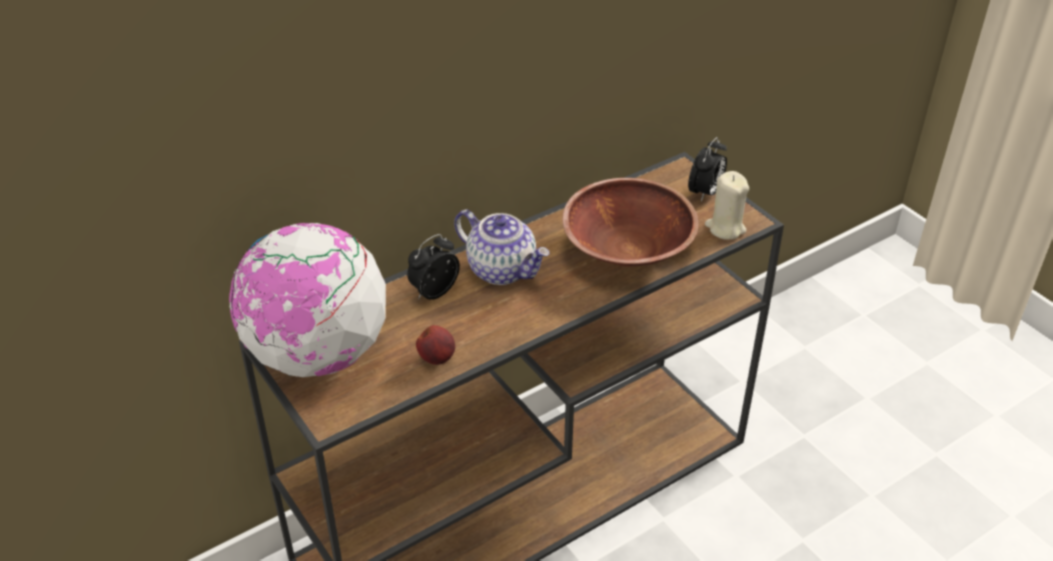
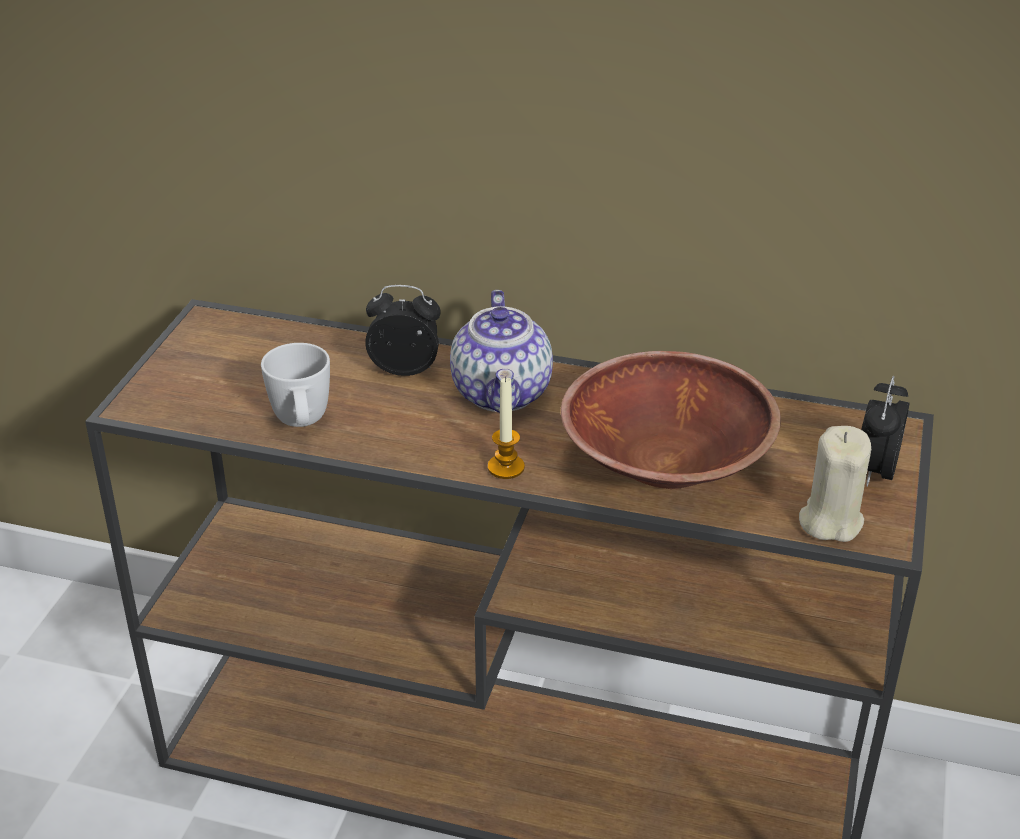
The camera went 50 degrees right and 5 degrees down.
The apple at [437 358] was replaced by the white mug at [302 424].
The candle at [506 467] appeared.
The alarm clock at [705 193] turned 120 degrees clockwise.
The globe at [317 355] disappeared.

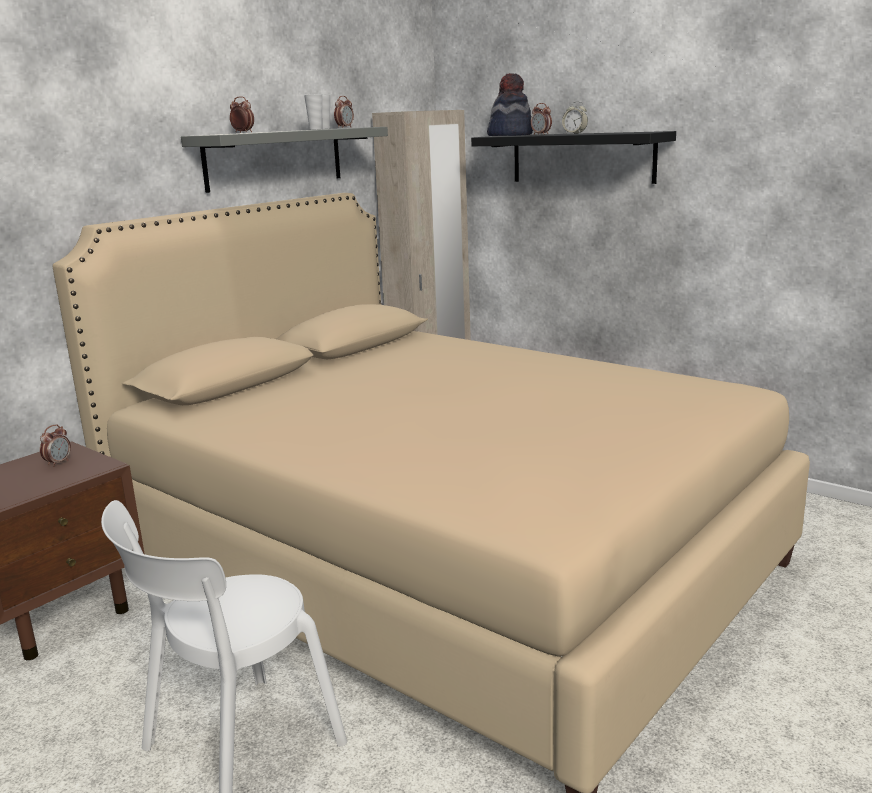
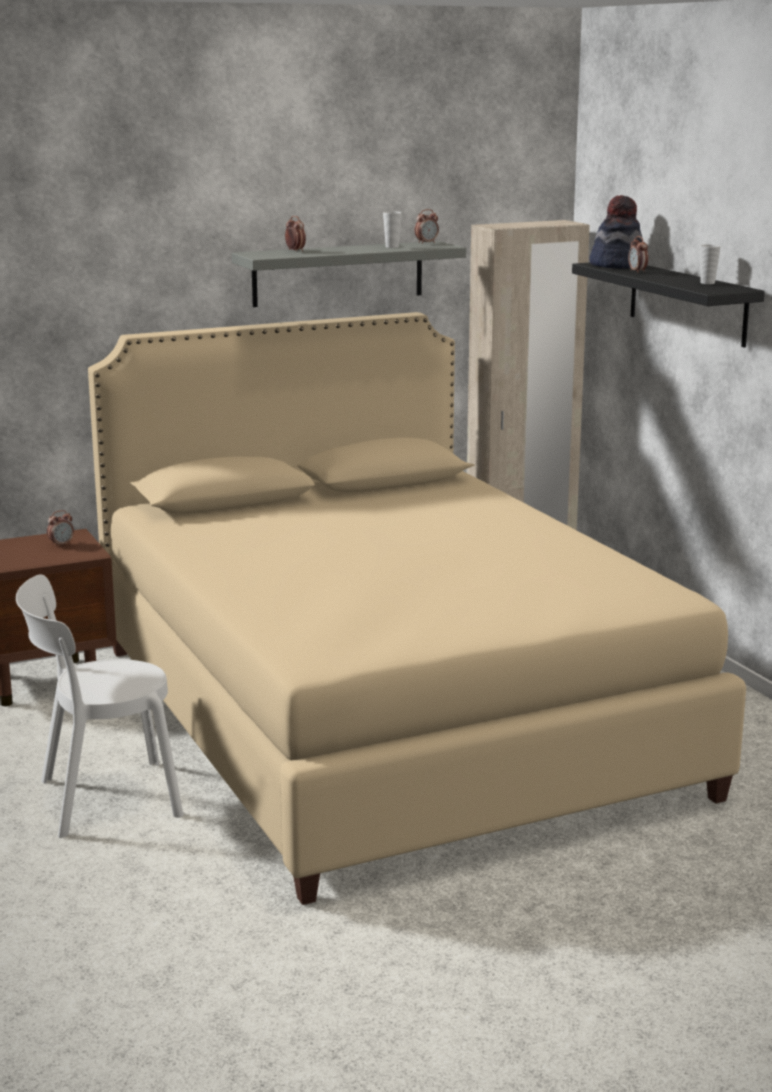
The camera went 25 degrees right and 0 degrees up.
The cup moved from [316 129] to [707 283].
The alarm clock at [574 133] disappeared.

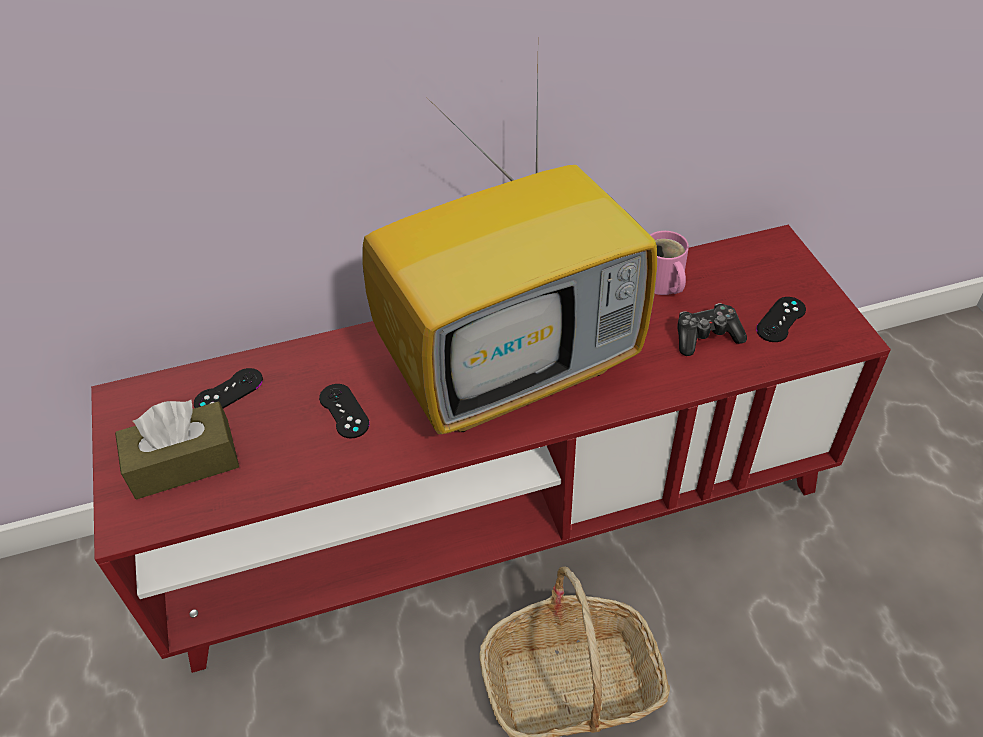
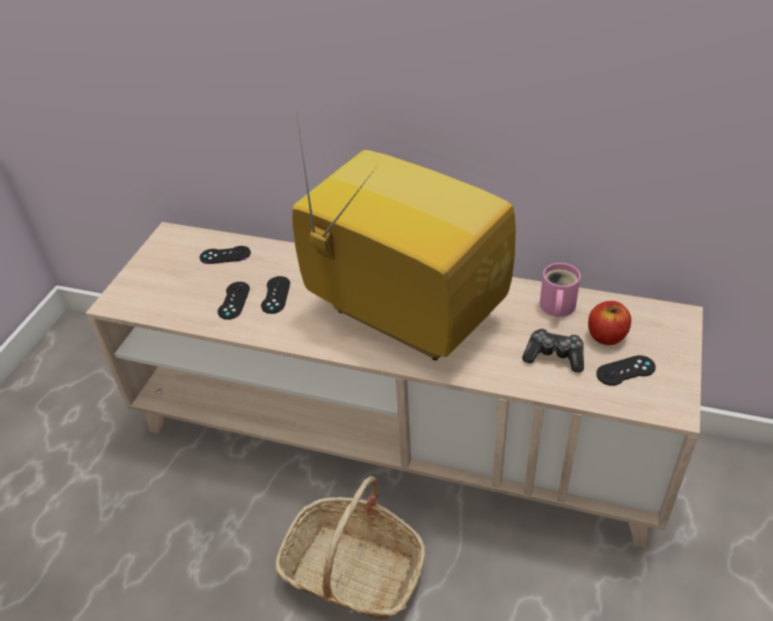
The camera went 35 degrees right and 5 degrees down.
The red tv stand at [497 512] became the beige tv stand at [395 435].
The black game controller at [234 300] appeared.
The television at [513 366] turned 150 degrees counterclockwise.
The apple at [606 336] appeared.
The brown tissue box at [184 463] disappeared.

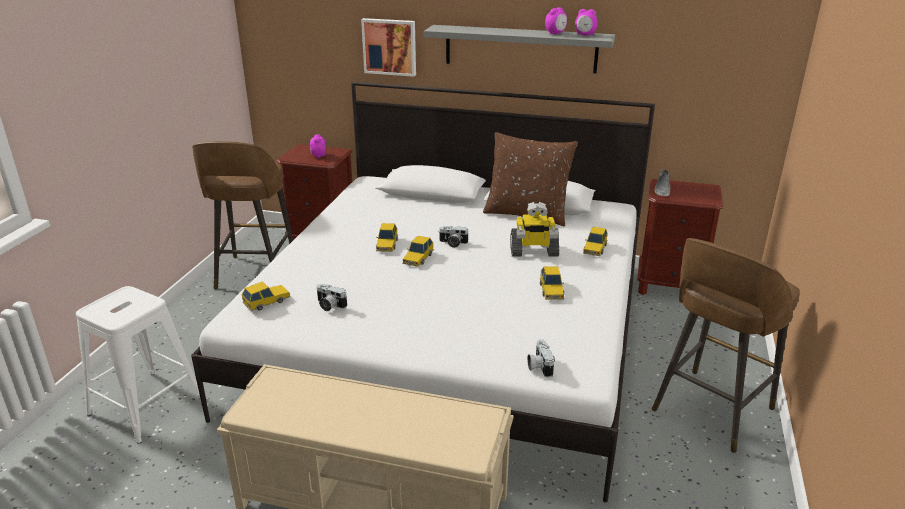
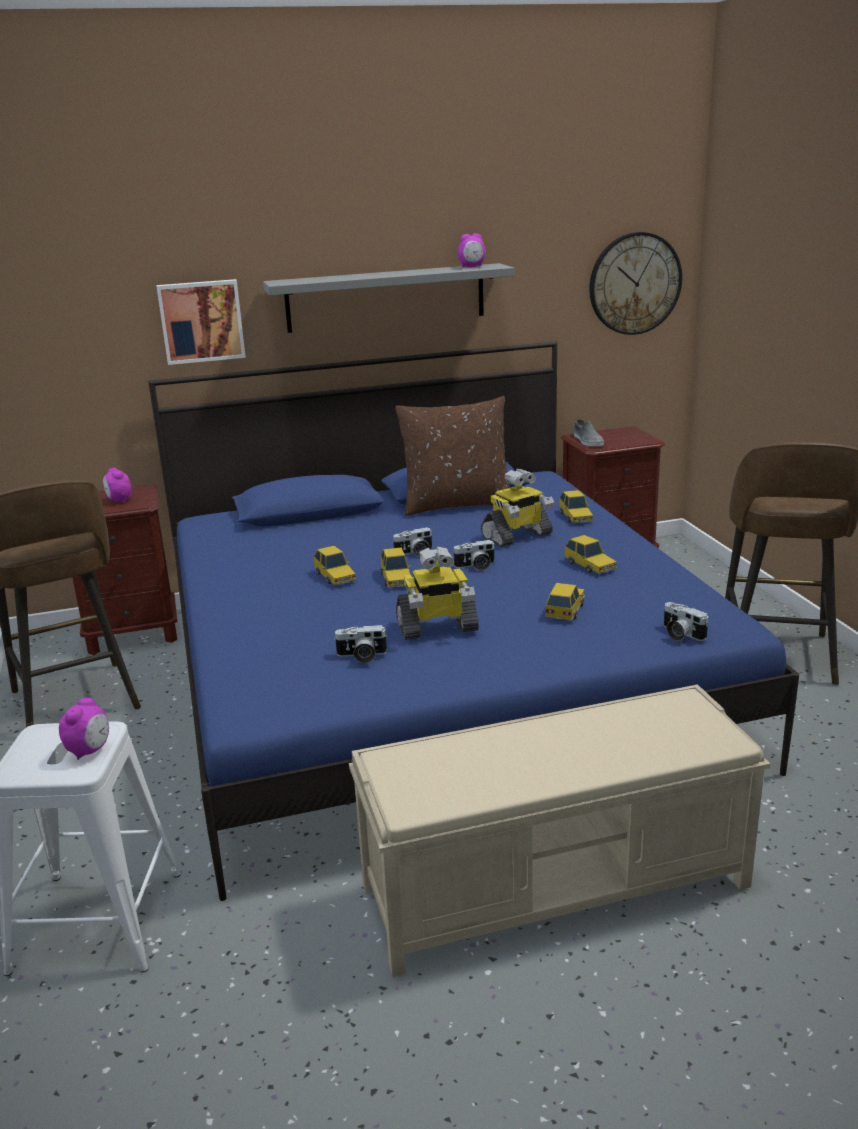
The camera went 30 degrees left and 5 degrees down.
The alarm clock moved from [555 33] to [89 750].
The white bed at [453 333] became the blue bed at [434 679].
The toy robot at [437 628] appeared.
The photo camera at [475 566] appeared.
The toy car moved from [267 302] to [565 609].
The wall clock at [634 283] appeared.

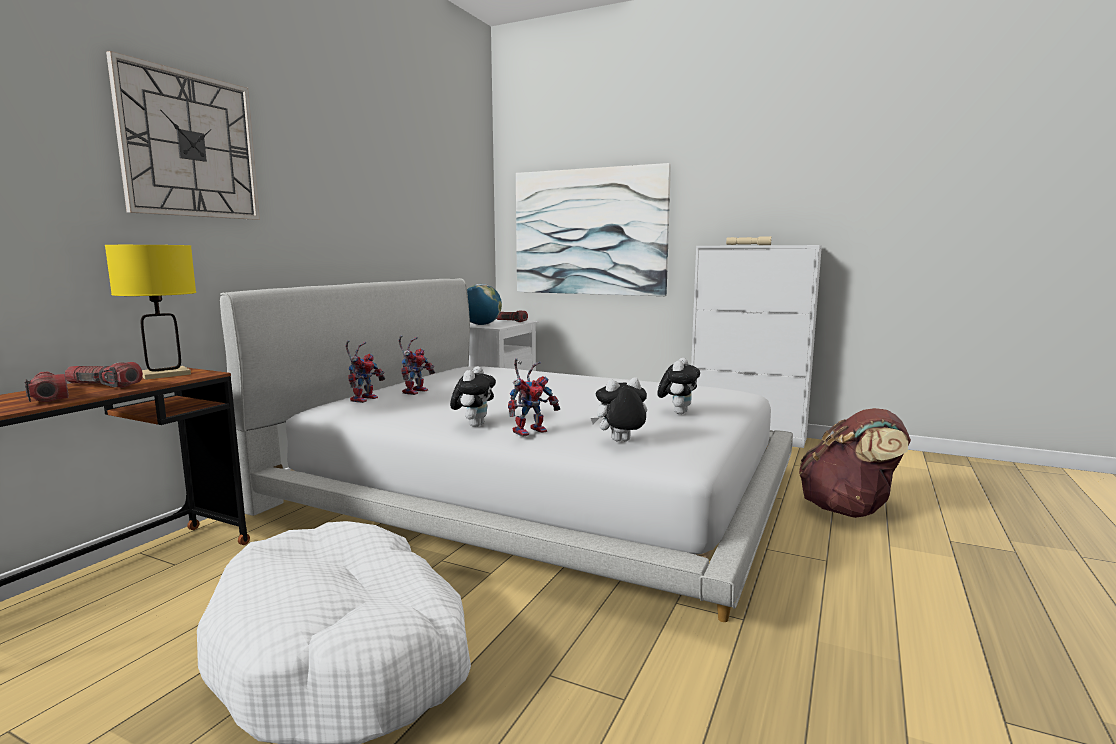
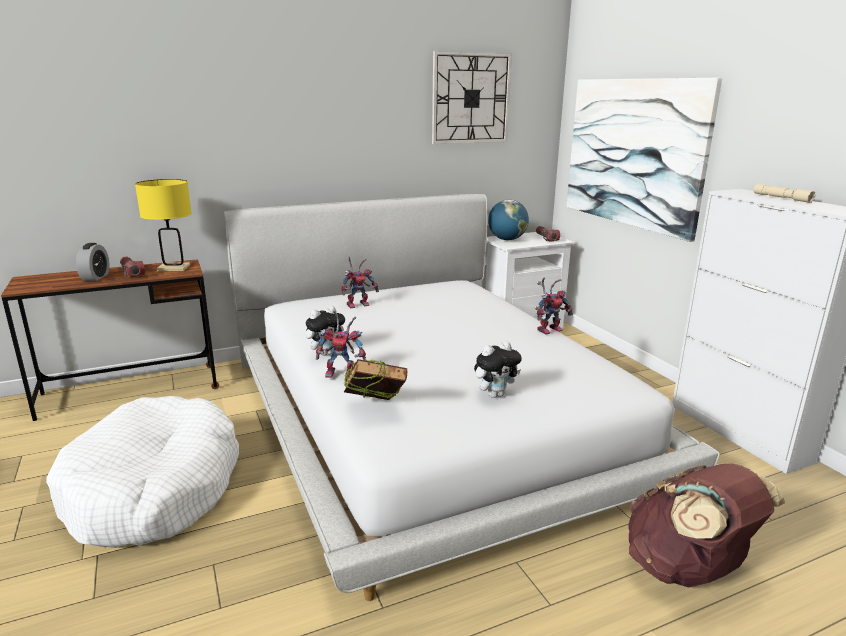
The camera went 40 degrees right and 10 degrees up.
The flashlight at [48 396] was replaced by the alarm clock at [95 277].
The plush toy at [620 442] was replaced by the book at [375 410].
The wall clock moved from [189 145] to [471 98].
The toy robot moved from [364 399] to [550 329].

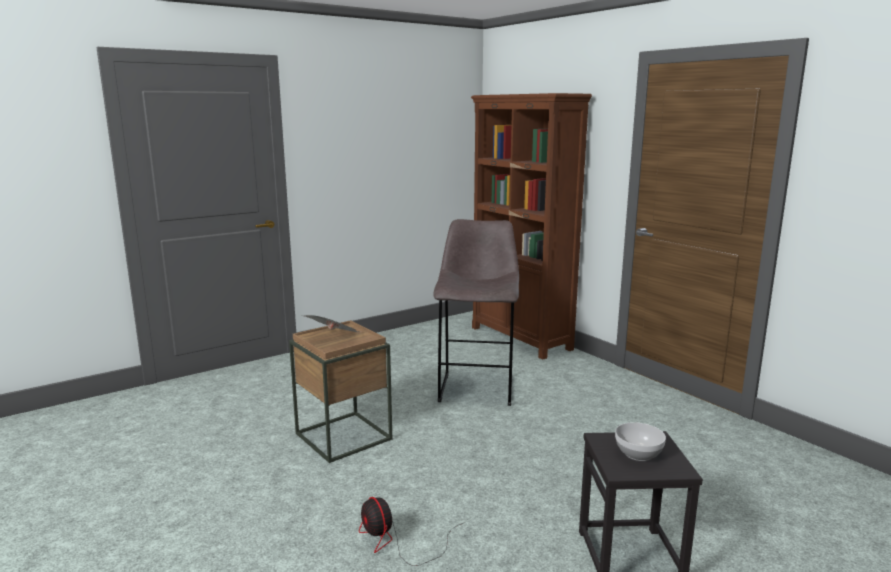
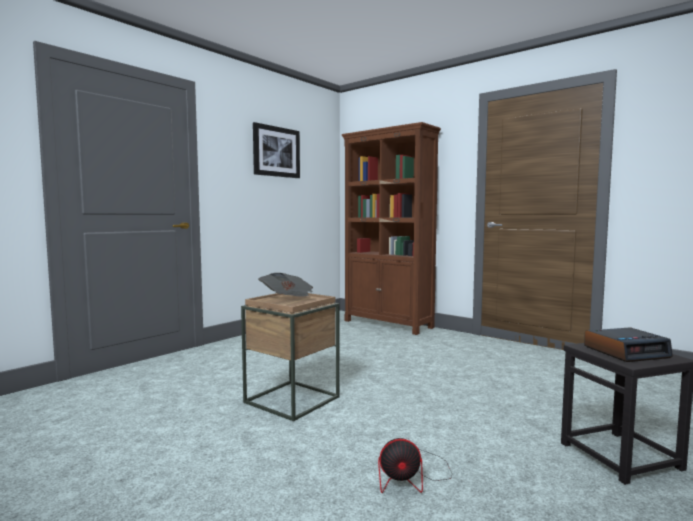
The camera went 15 degrees left and 10 degrees down.
The picture at [276 152] appeared.
The fan at [396 542] turned 45 degrees counterclockwise.
The bowl at [638 453] was replaced by the alarm clock at [626 352].
The grey stool at [477 388] disappeared.

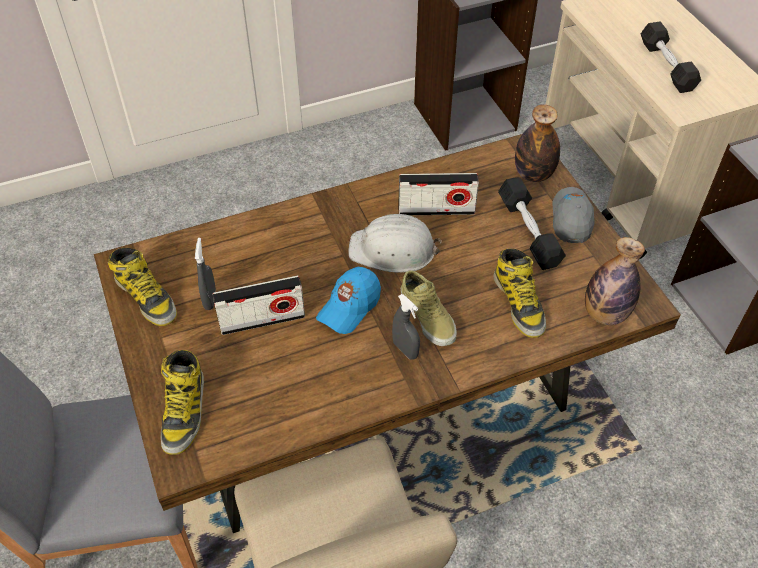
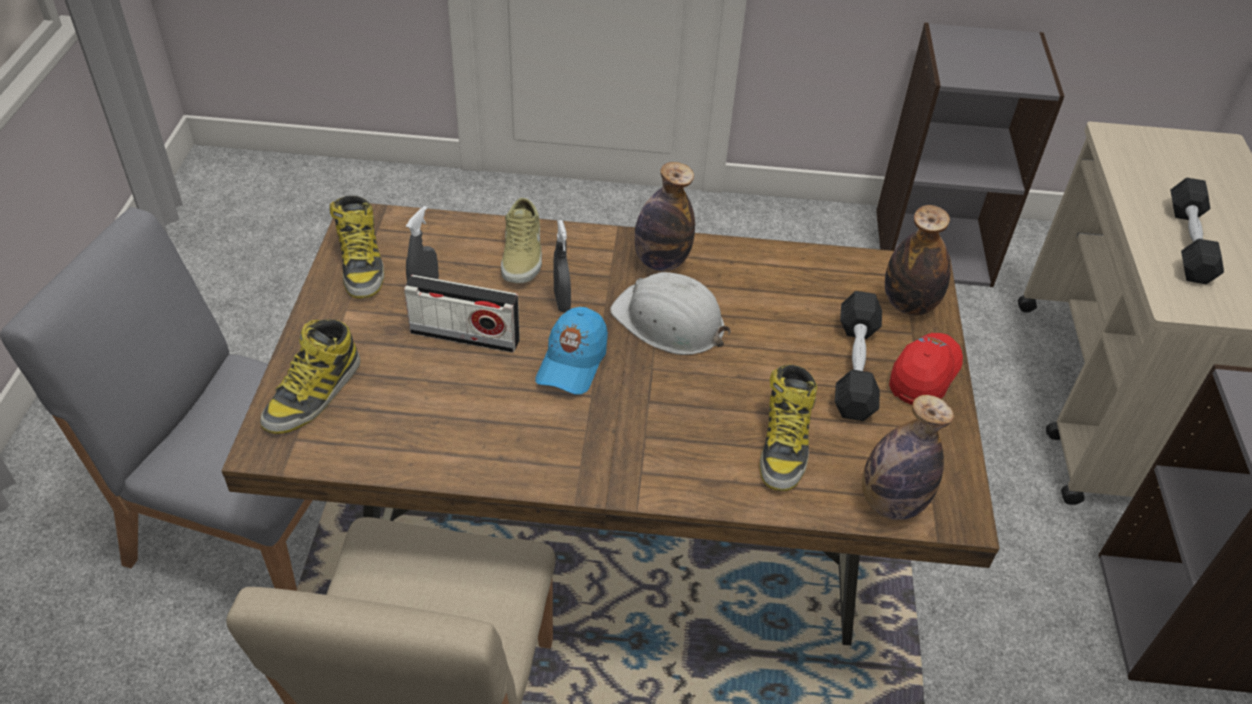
The camera went 25 degrees right and 5 degrees down.
The beige shoe moved from [429 315] to [523 254].
The blue cap at [349 307] turned 45 degrees counterclockwise.
The grey spray bottle moved from [405 350] to [562 301].
The bottle at [661 261] appeared.
The grey cap at [571 219] became the red cap at [924 374].
The radio at [436 209] disappeared.

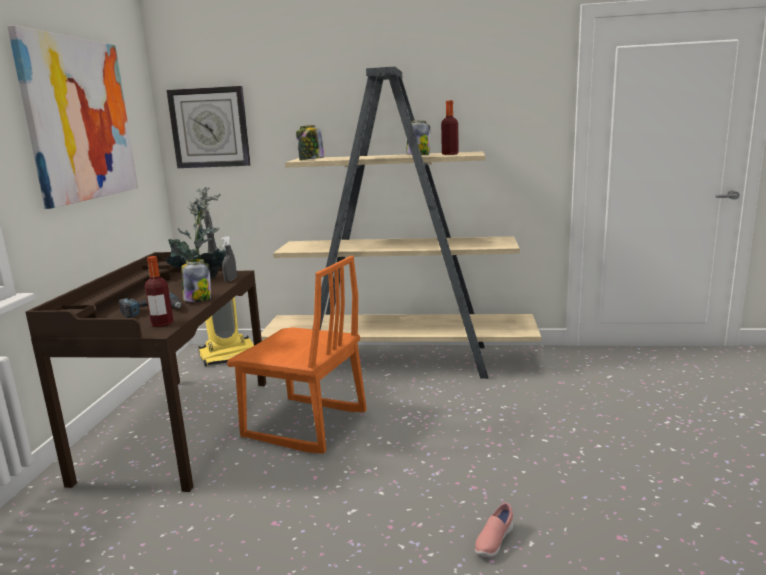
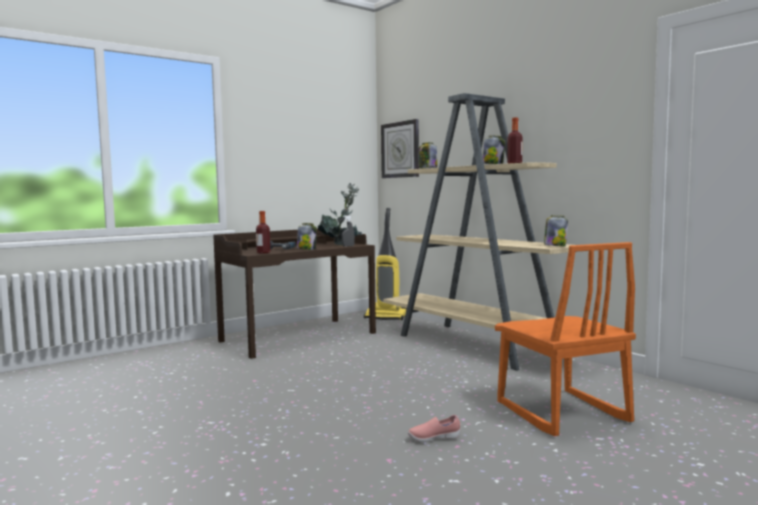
The camera went 45 degrees right and 10 degrees down.
The pink shoe moved from [493 542] to [433 438].
The orange chair moved from [304 425] to [560 413].
The jar at [555 246] appeared.
The picture at [79 120] disappeared.

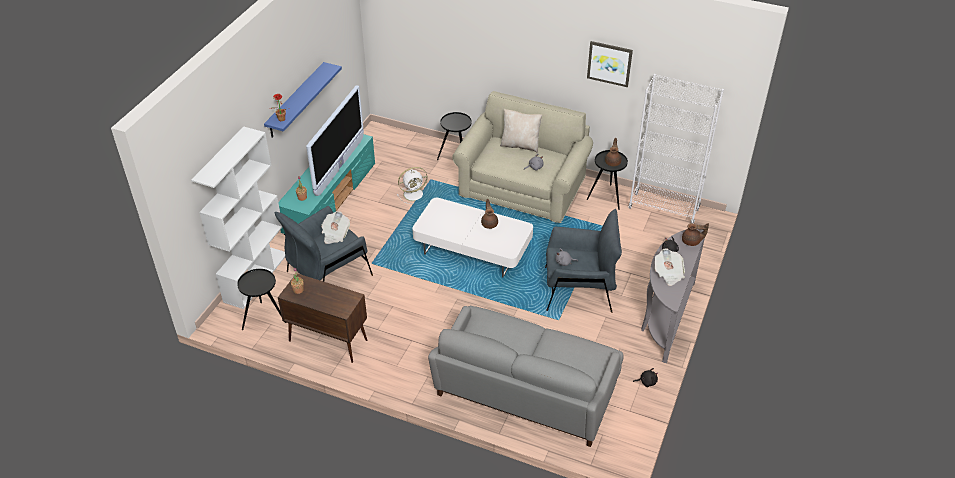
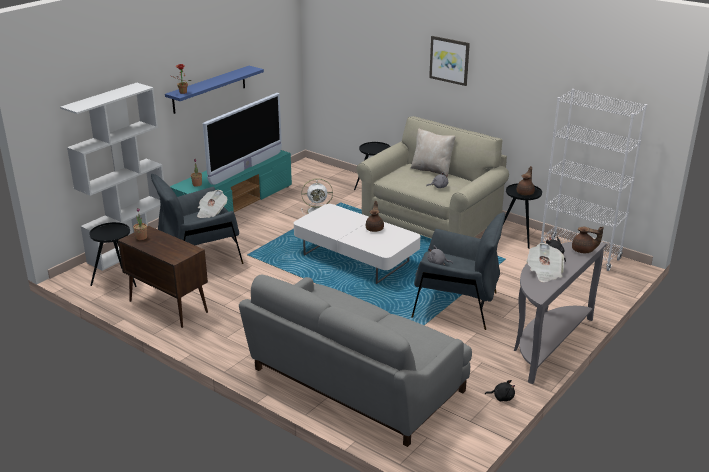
The camera went 15 degrees right and 15 degrees down.
The picture moved from [609 63] to [449 60].

